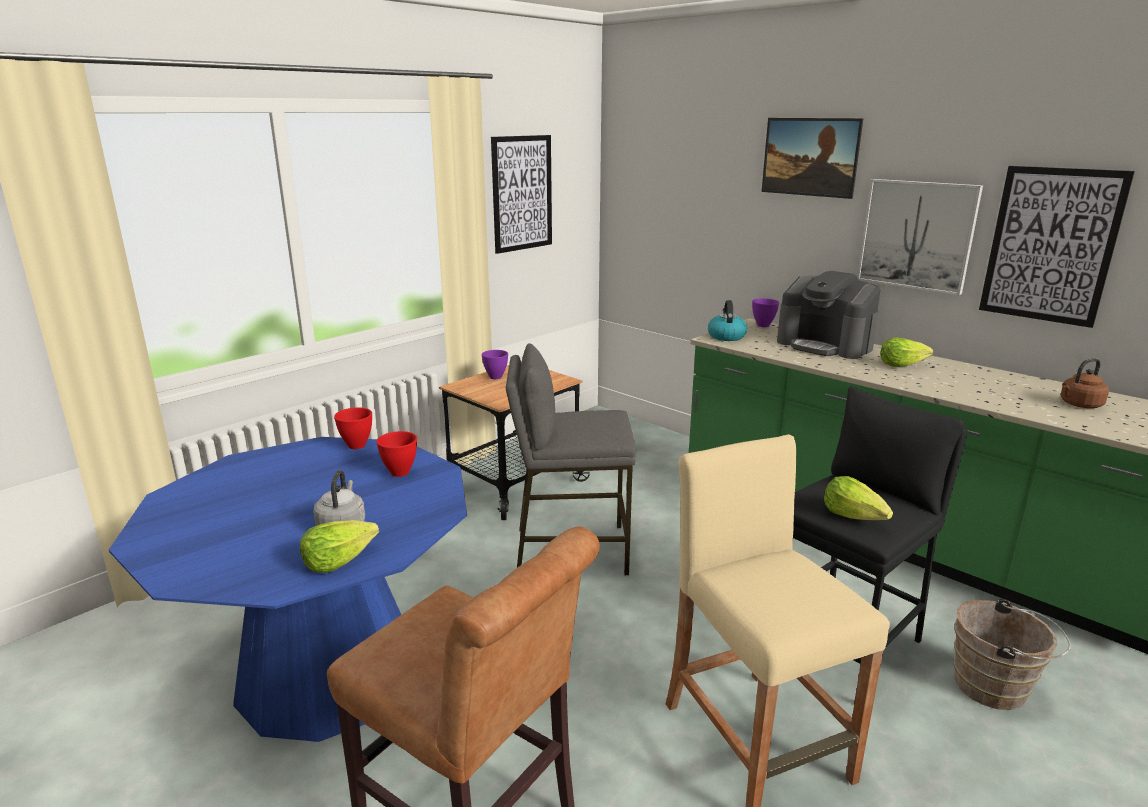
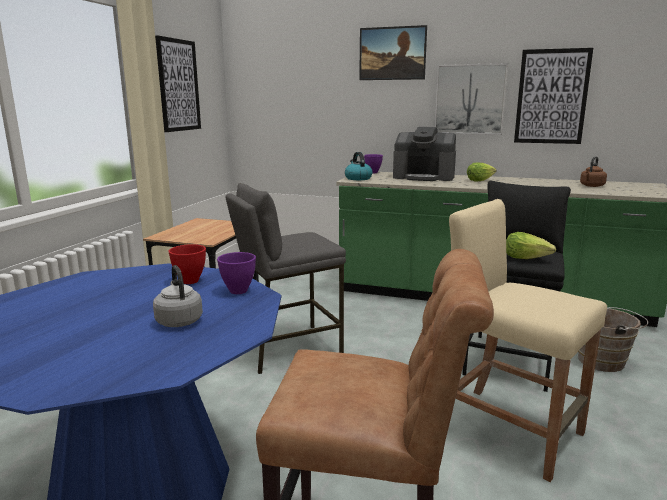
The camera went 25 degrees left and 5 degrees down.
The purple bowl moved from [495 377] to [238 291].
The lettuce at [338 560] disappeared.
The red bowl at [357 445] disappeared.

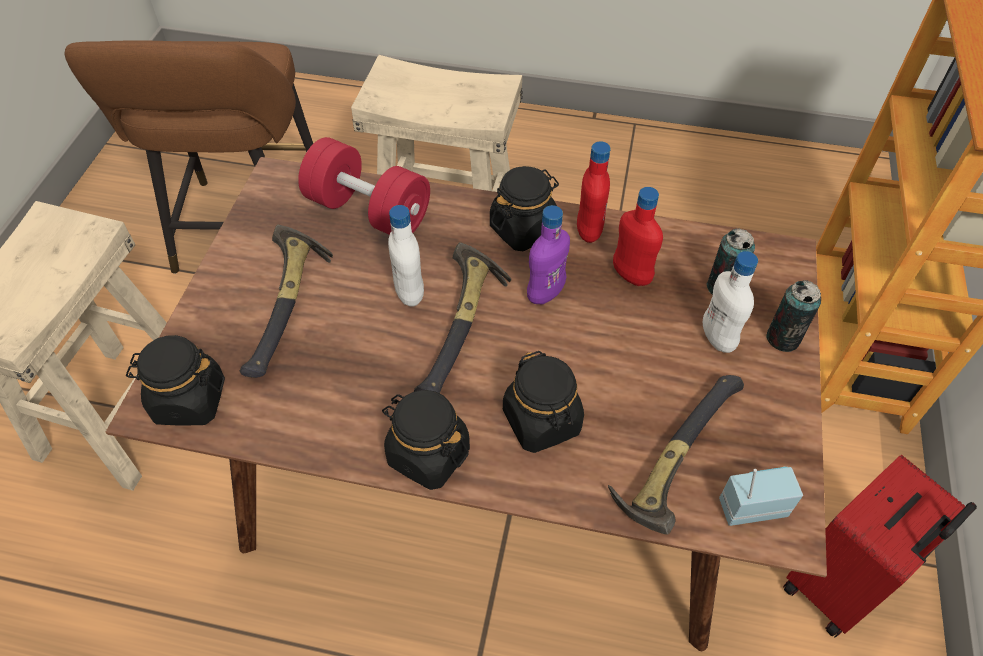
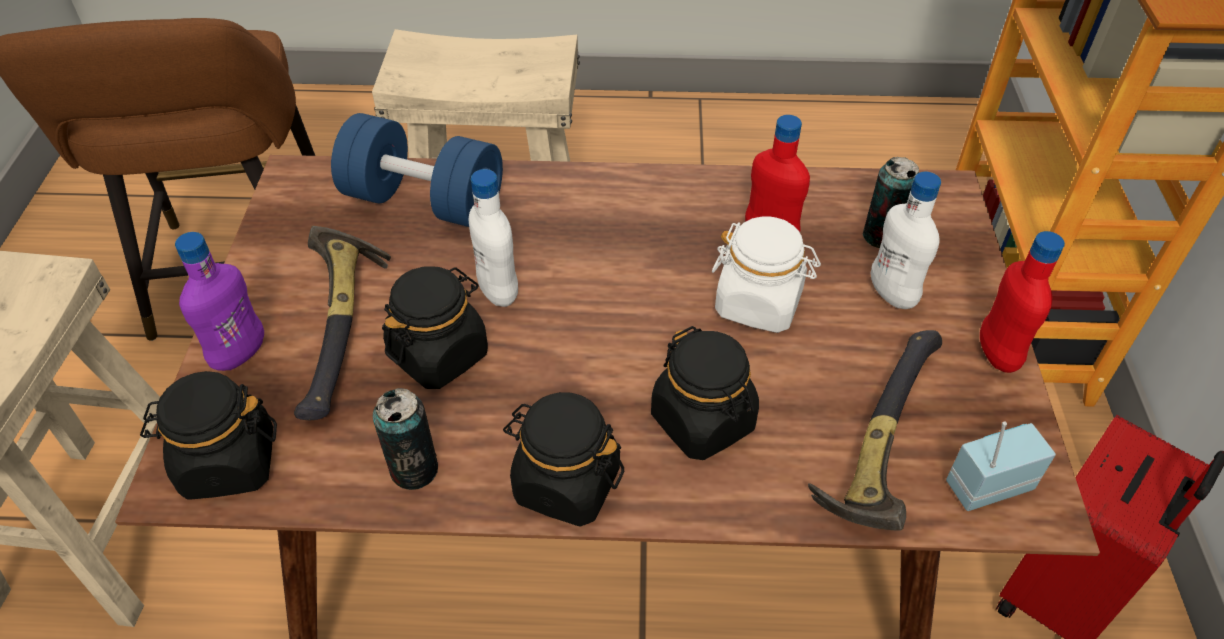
The camera went 10 degrees left and 5 degrees down.
The purple bottle moved from [545 293] to [239 354].
The red dumbbell at [368 211] became the blue dumbbell at [424 202].
The can moved from [783 338] to [414 469].
The black jar moved from [523 229] to [439 354].
The white jar at [759 303] appeared.
The red bottle moved from [589 231] to [997 354].
The hammer at [464 328] disappeared.

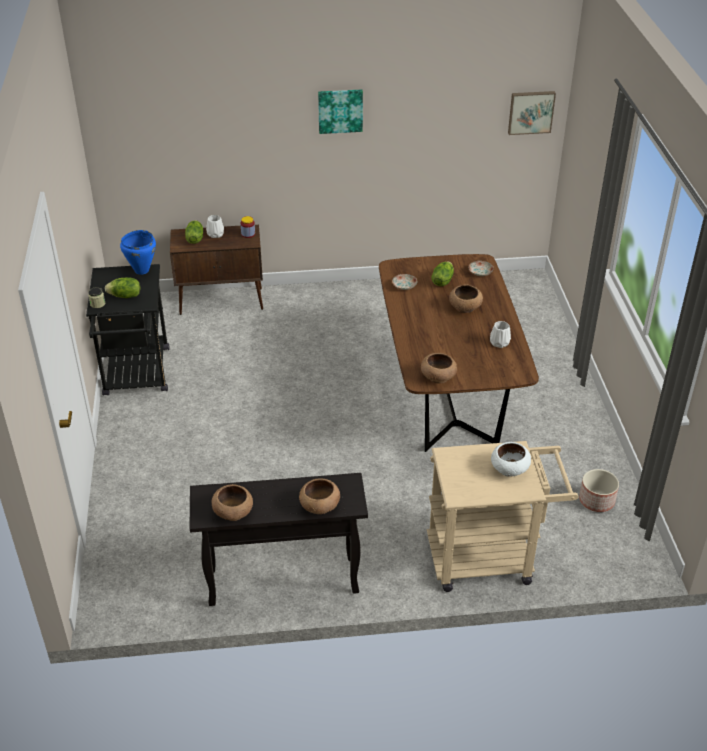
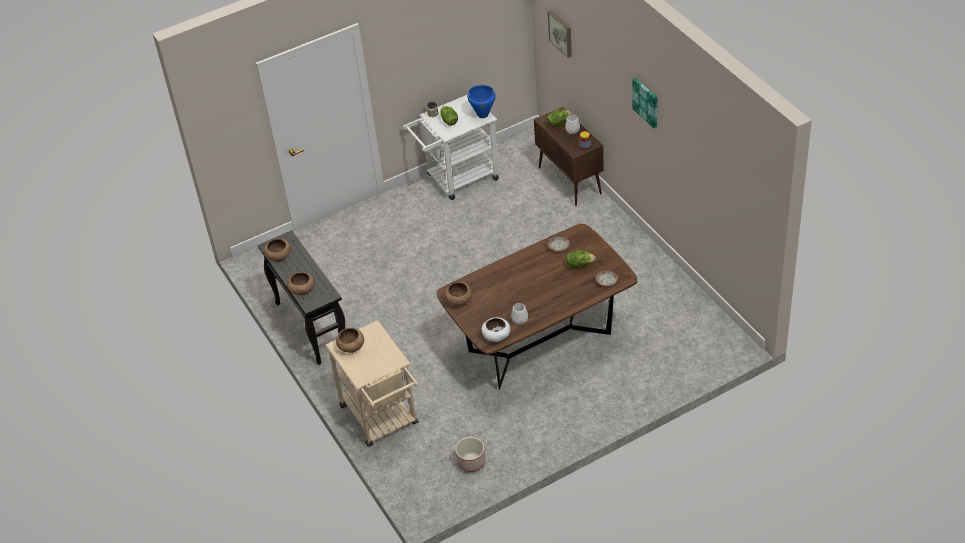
The camera went 70 degrees right and 5 degrees up.
The brown bowl moved from [465 307] to [351 347].
The black cart at [137 376] became the white cart at [457 179].
The white bowl moved from [509 469] to [496 336].
The picture moved from [530 112] to [561 33].

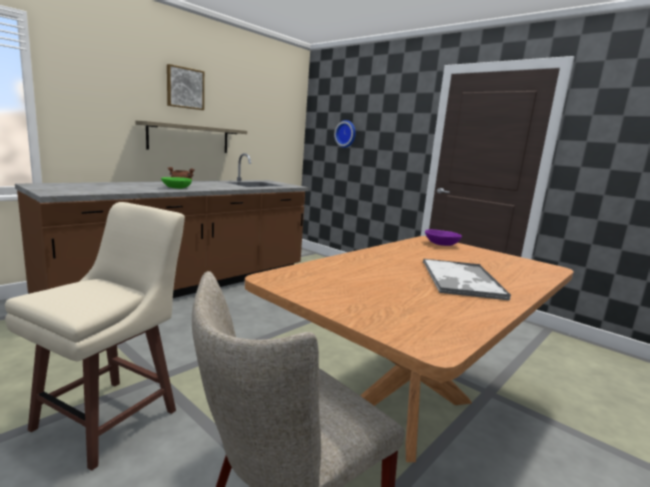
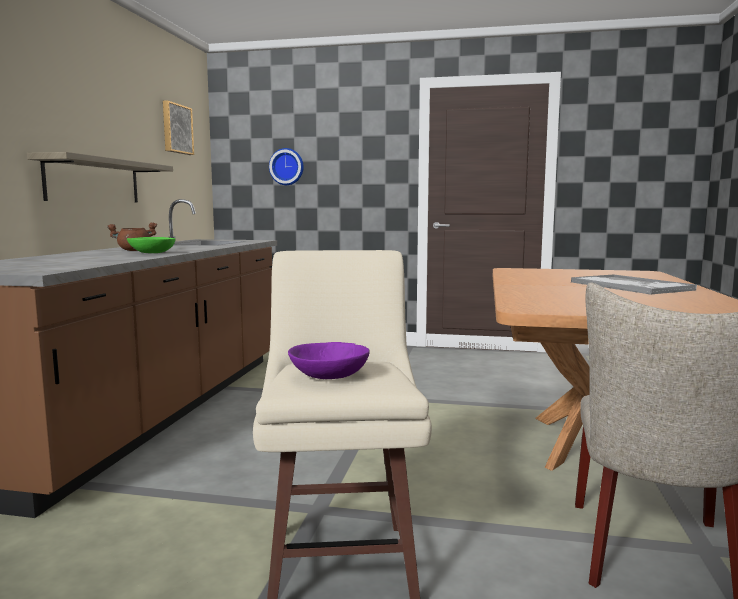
The camera went 30 degrees left and 5 degrees down.
The picture moved from [185 88] to [176 129].
The purple bowl moved from [441 244] to [328 376].

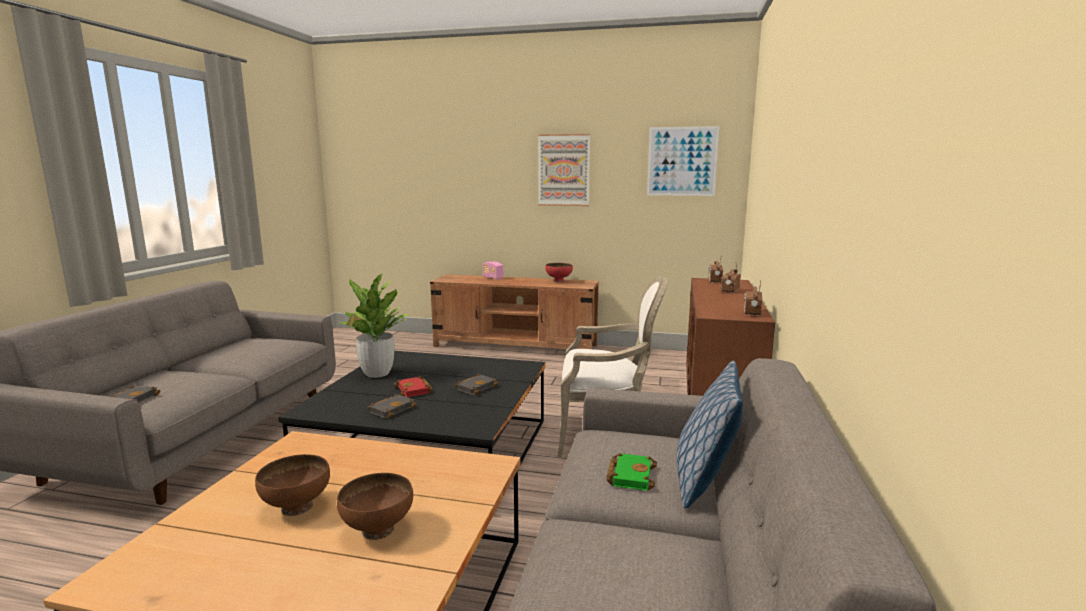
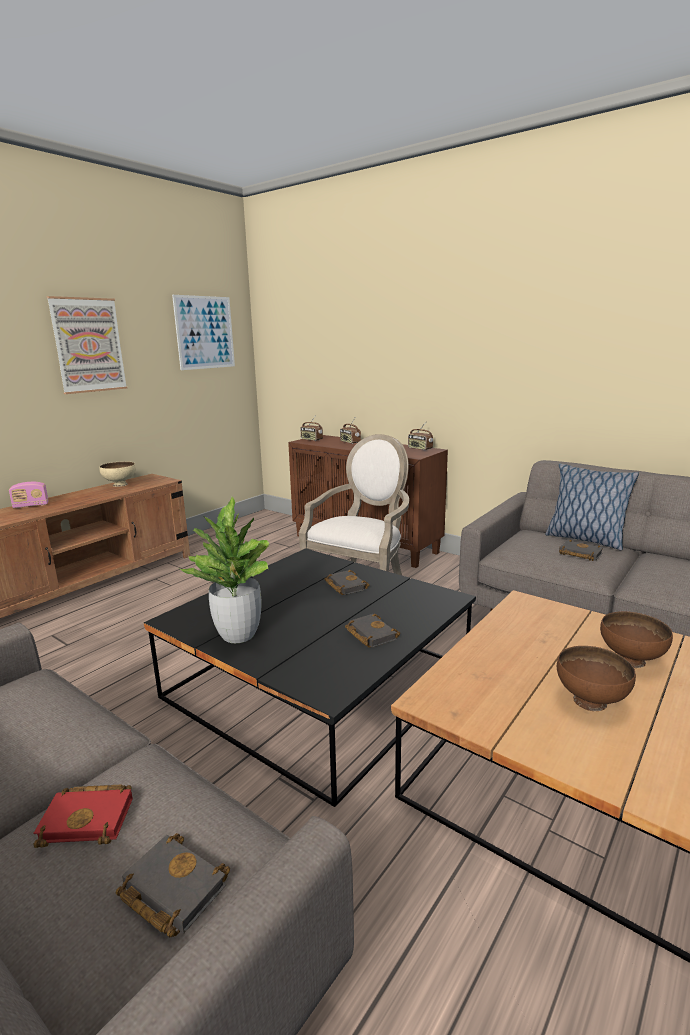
The camera went 65 degrees left and 5 degrees up.
The red book moved from [415 390] to [90 818].
The red bowl at [558 281] became the beige bowl at [120 485].
The green book at [629 475] became the black book at [578 554].

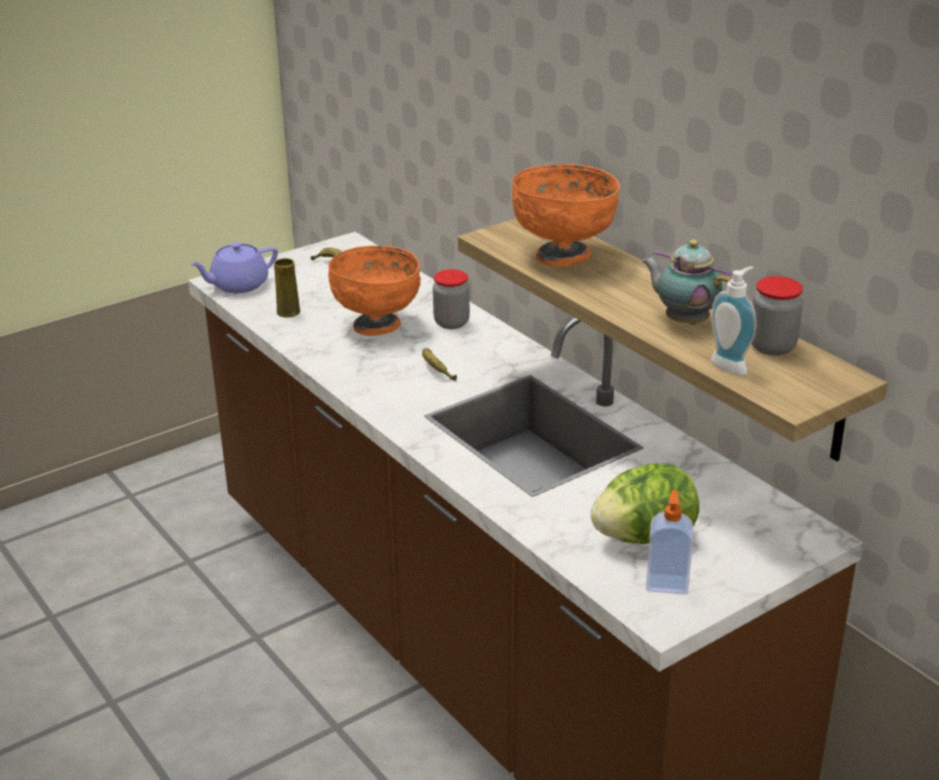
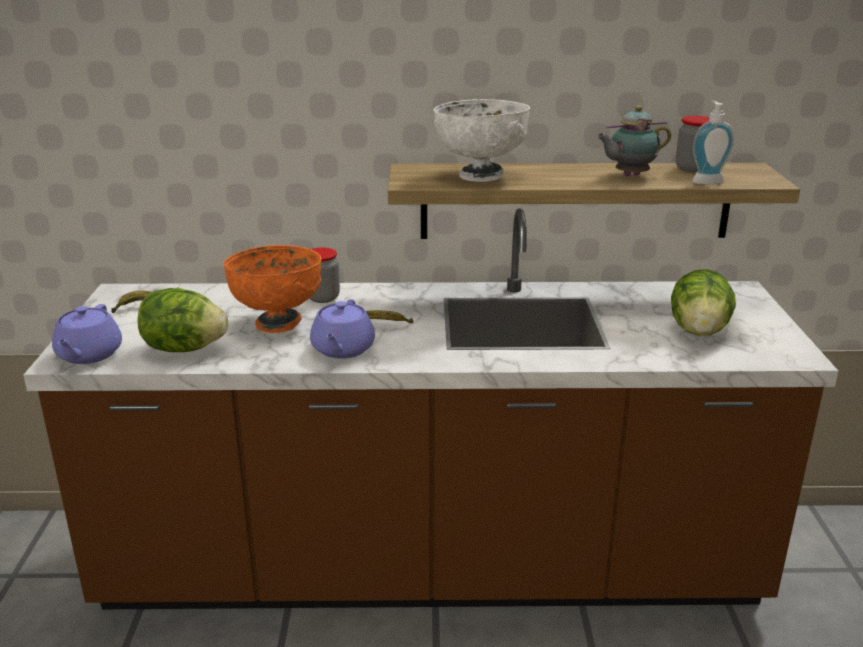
The camera went 55 degrees left and 5 degrees down.
The yellow vase at [288 312] was replaced by the lettuce at [184 349].
The purple teapot at [342 350] appeared.
The orange bowl at [563 256] became the white bowl at [480 175].
The soap dispenser at [667 583] disappeared.

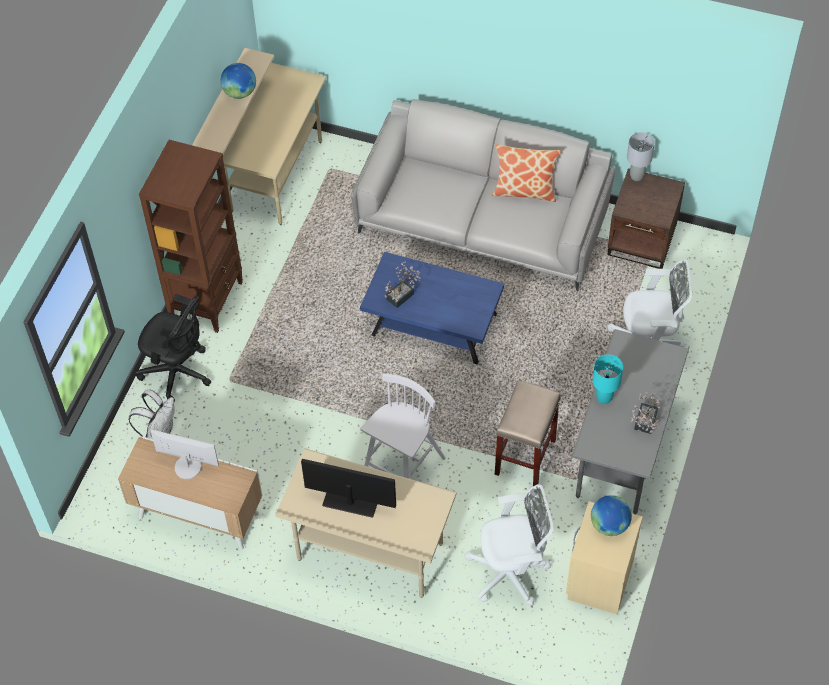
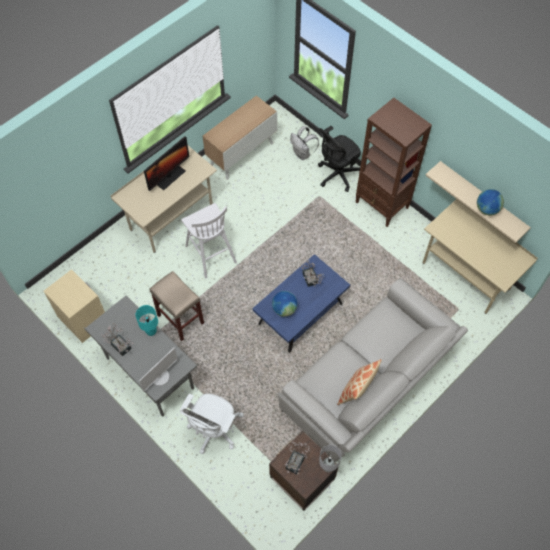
The camera went 115 degrees right and 5 degrees up.
The monitor moved from [188 466] to [160 376].
The globe moved from [609 525] to [284 309].
The potted plant at [296 460] appeared.
The white office chair at [511 573] disappeared.

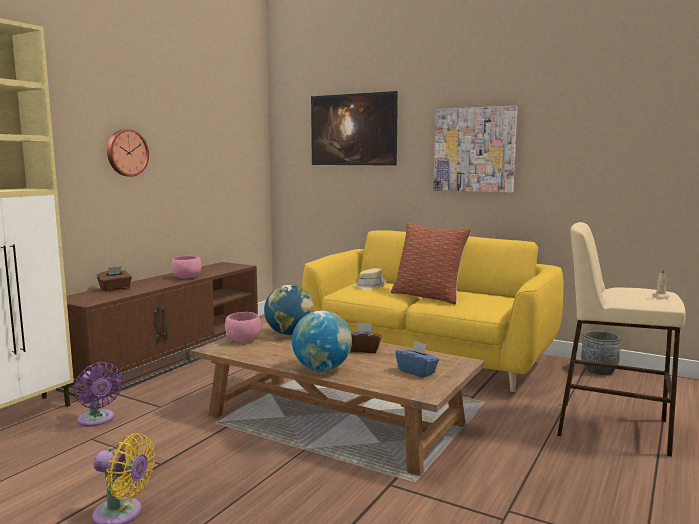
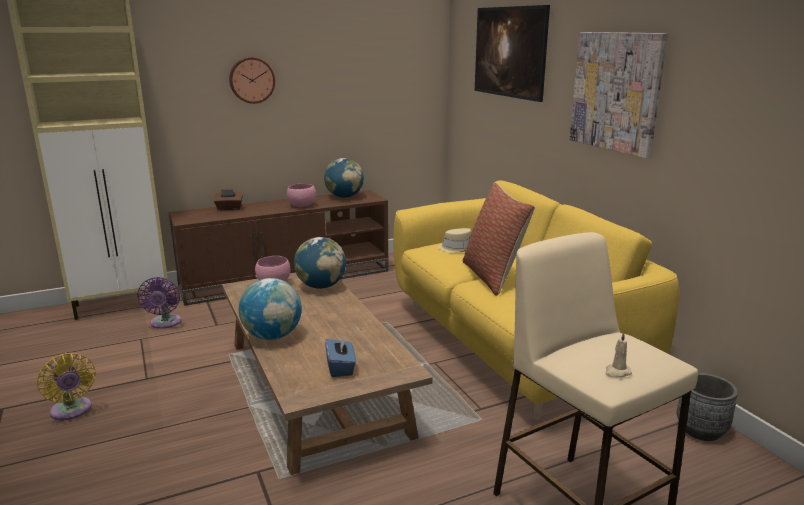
The camera went 35 degrees right and 10 degrees up.
The globe at [344 197] appeared.
The brown tissue box at [363 350] disappeared.

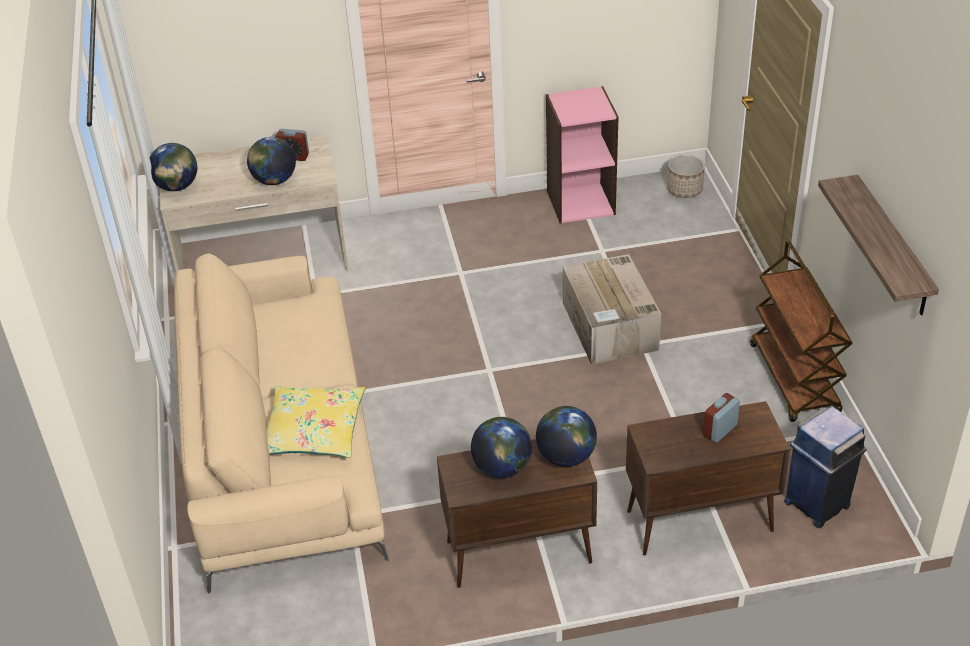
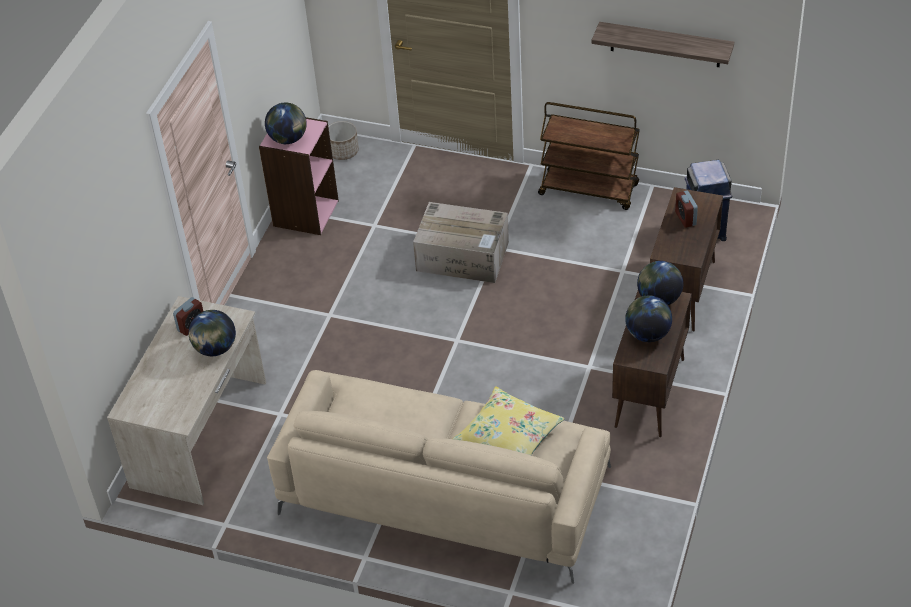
The camera went 60 degrees left and 5 degrees up.
The globe moved from [177 186] to [288 139].

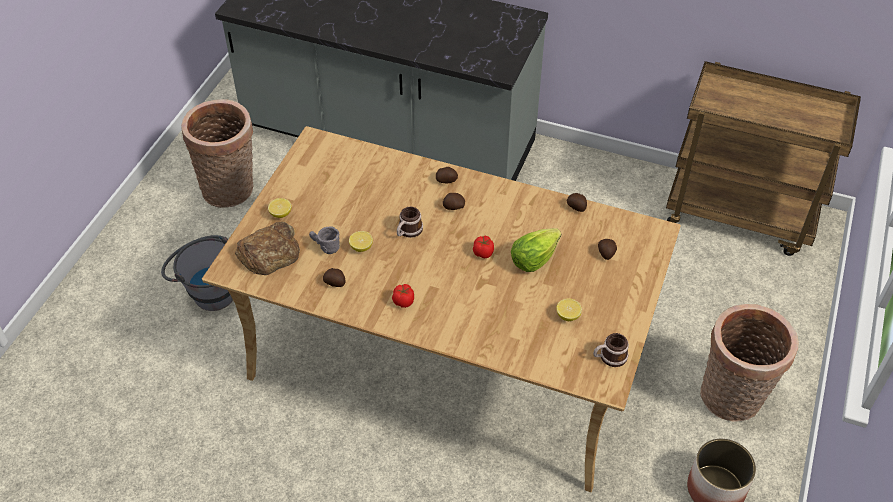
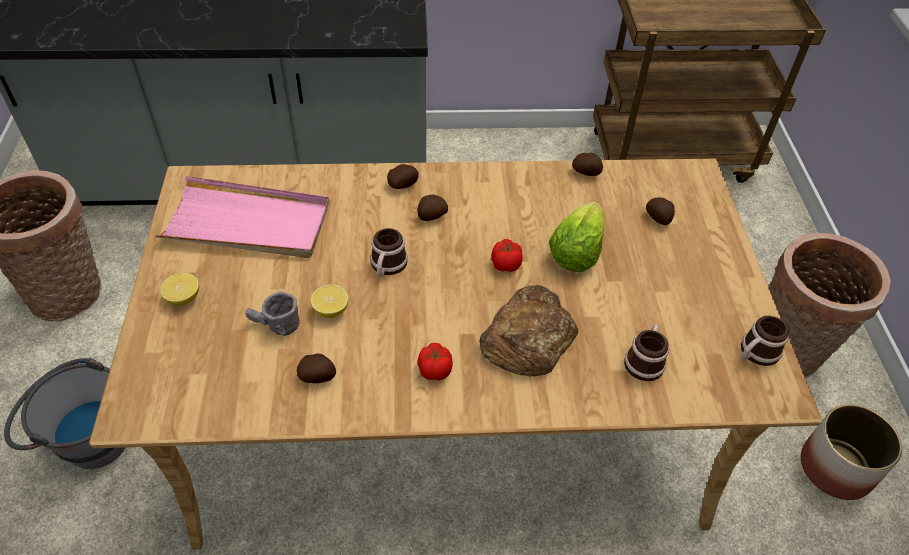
The camera went 25 degrees left and 0 degrees up.
The pink tray at [247 223] appeared.
The bread moved from [269 253] to [528 338].
The mug at [645 360] appeared.
The lemon at [568 315] disappeared.

